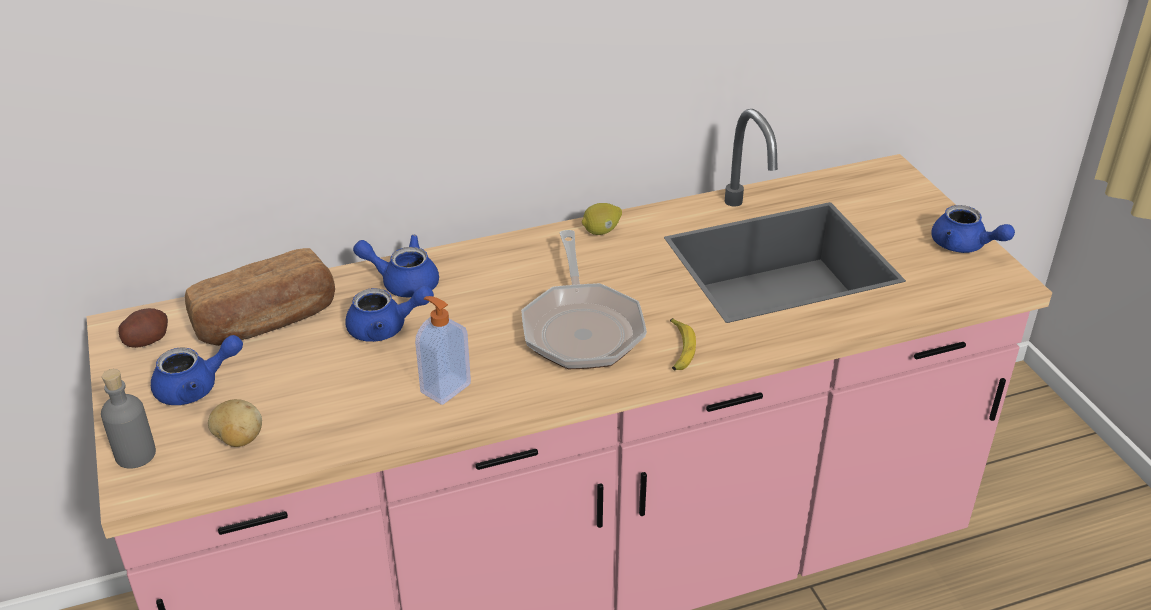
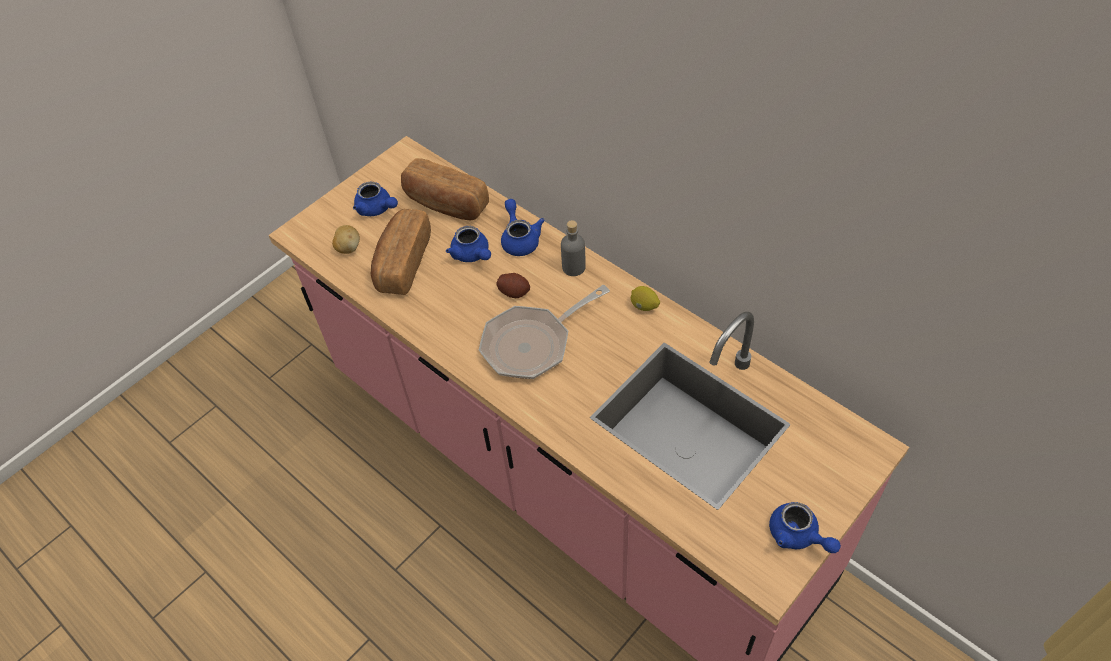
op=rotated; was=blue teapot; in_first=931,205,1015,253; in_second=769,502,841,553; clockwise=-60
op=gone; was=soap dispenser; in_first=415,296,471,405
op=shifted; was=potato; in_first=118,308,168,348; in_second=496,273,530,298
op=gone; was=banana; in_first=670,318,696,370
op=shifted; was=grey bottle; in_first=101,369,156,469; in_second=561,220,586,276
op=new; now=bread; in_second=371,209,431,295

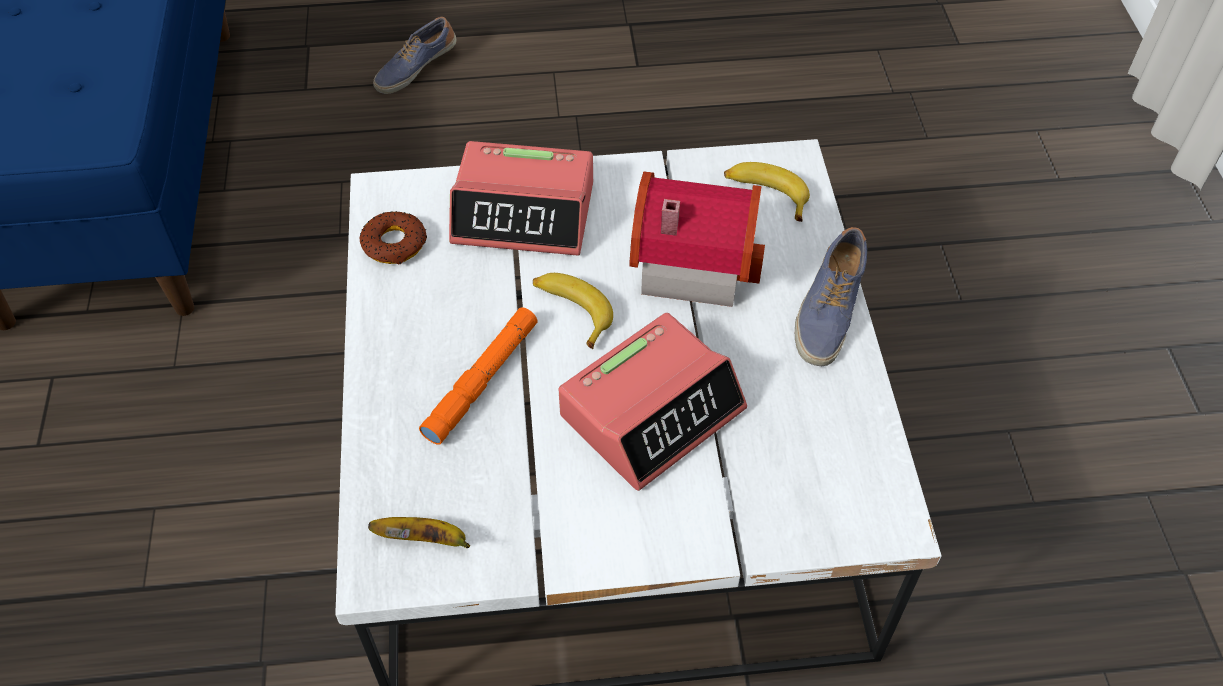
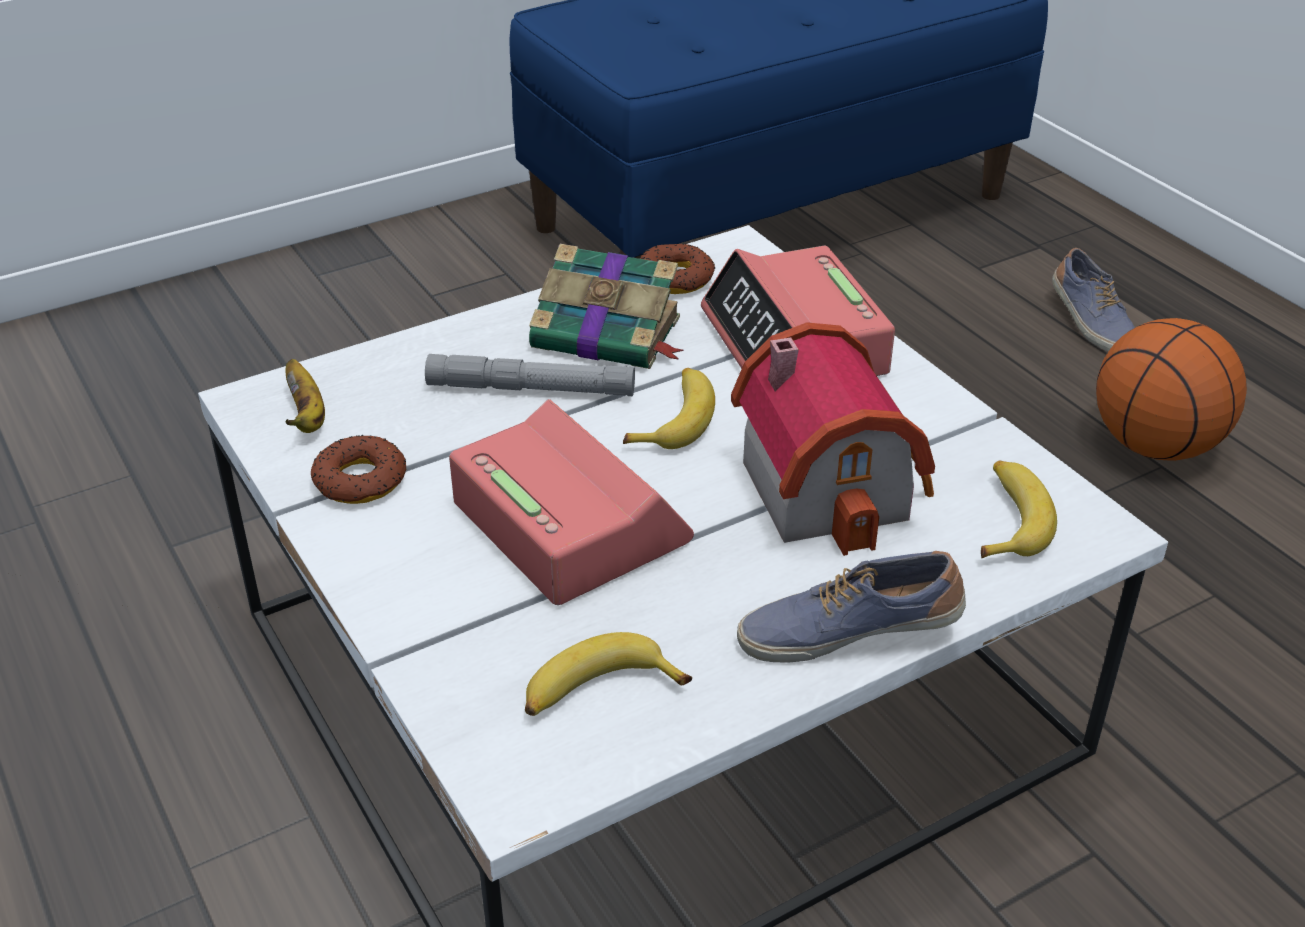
op=rotated; was=shoe; in_first=373,17,457,94; in_second=1052,248,1135,351; clockwise=-135
op=repainted; was=orange flashlight; now=grey flashlight; in_first=419,307,537,445; in_second=425,354,635,396
op=rotated; was=alarm clock; in_first=559,313,747,491; in_second=449,399,694,605; clockwise=-150
op=new; now=book; in_second=529,244,684,369
op=new; now=basketball; in_second=1096,318,1247,461
op=new; now=donut; in_second=311,435,406,504
op=new; now=banana; in_second=525,632,692,716

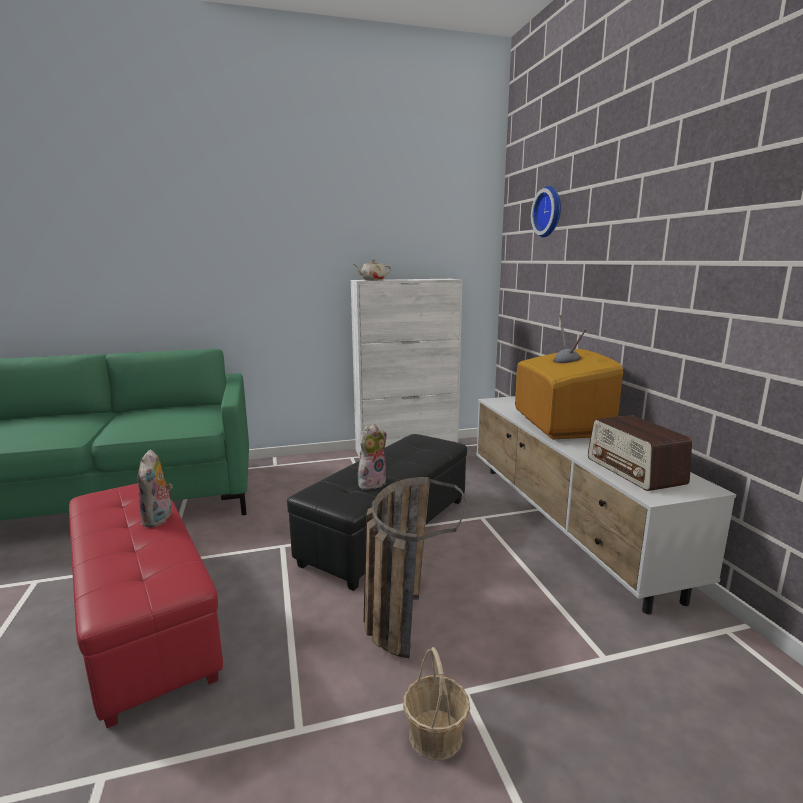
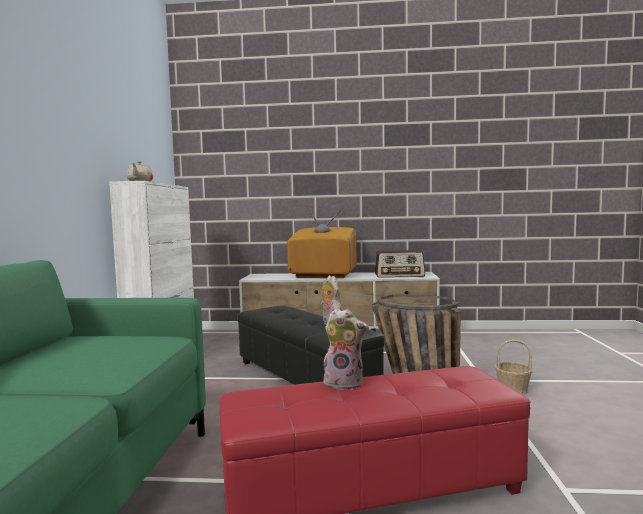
op=gone; was=wall clock; in_first=531,186,561,237

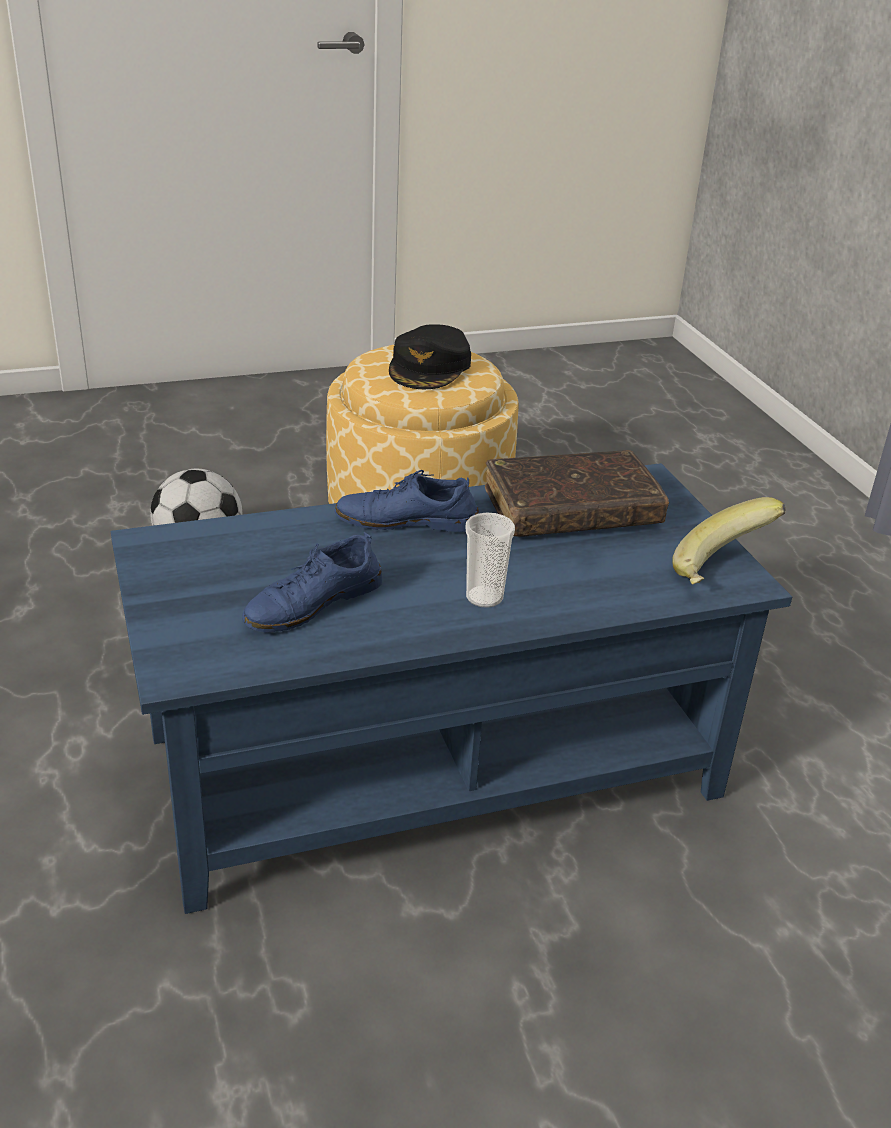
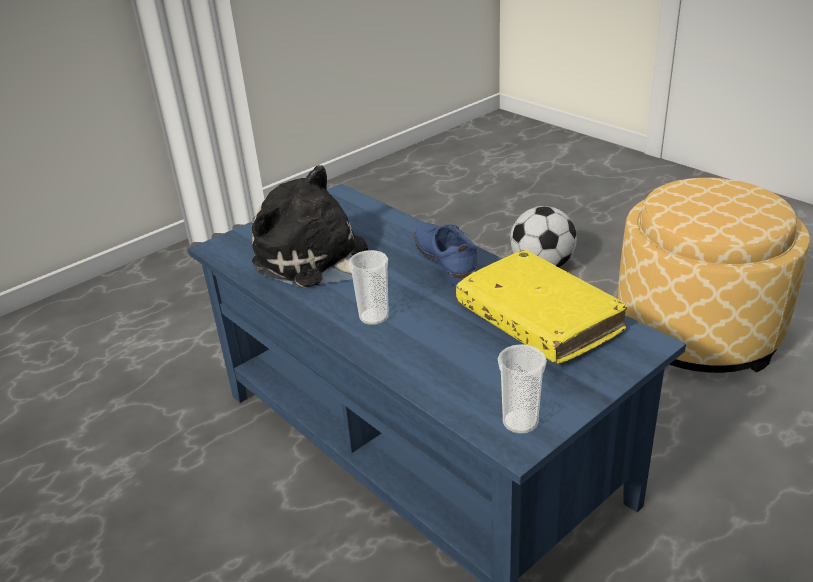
op=gone; was=black cap; in_first=389,324,471,389
op=repainted; was=brown book; now=yellow book; in_first=485,450,669,537; in_second=456,250,627,364
op=swapped; was=banana; now=cup; in_first=672,497,785,584; in_second=498,344,547,434
op=swapped; was=blue shoe; now=plush toy; in_first=242,532,382,632; in_second=252,165,368,288

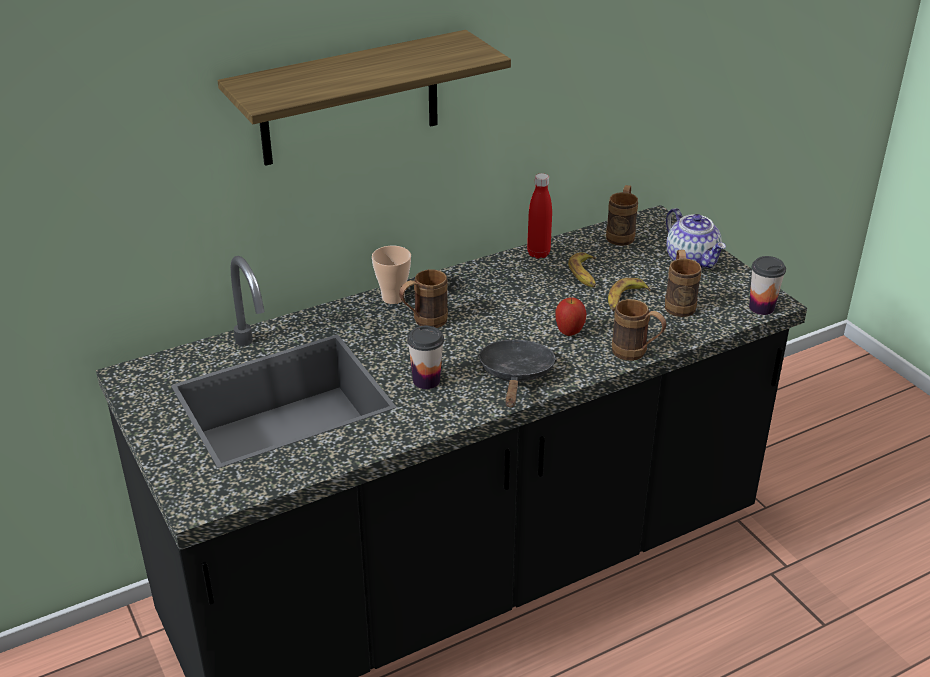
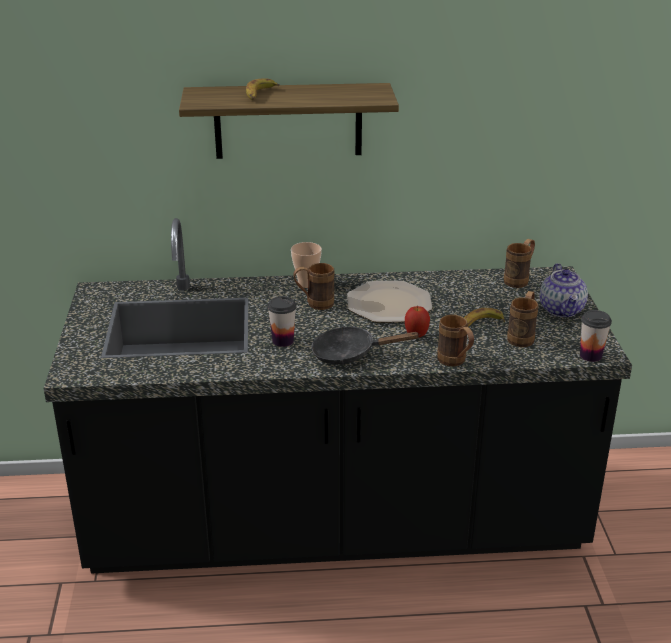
op=gone; was=red bottle; in_first=527,173,552,259
op=shifted; was=banana; in_first=568,252,596,287; in_second=246,78,280,100
op=rotated; was=black frying pan; in_first=478,340,557,407; in_second=311,326,420,365; clockwise=-120
op=new; now=plate; in_second=347,281,432,323

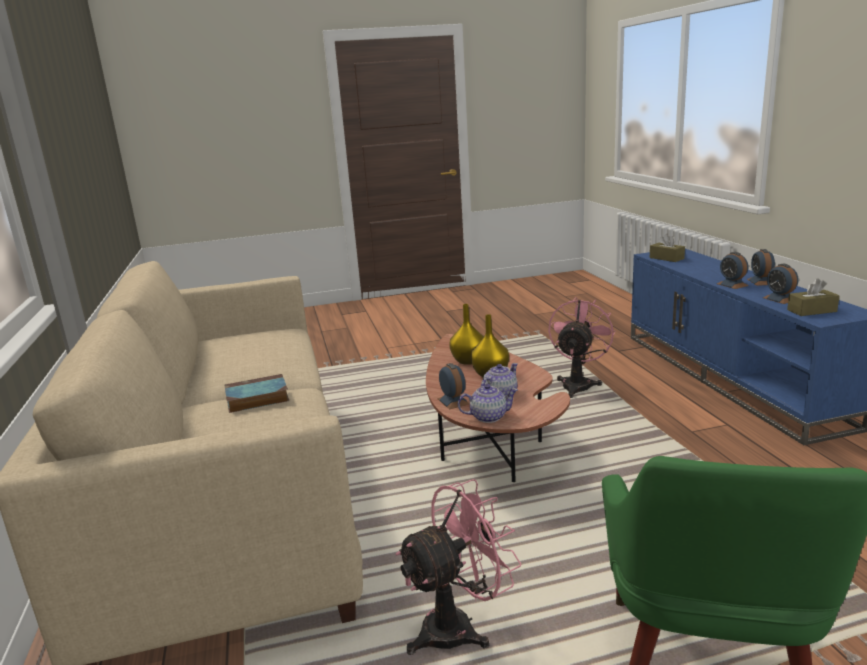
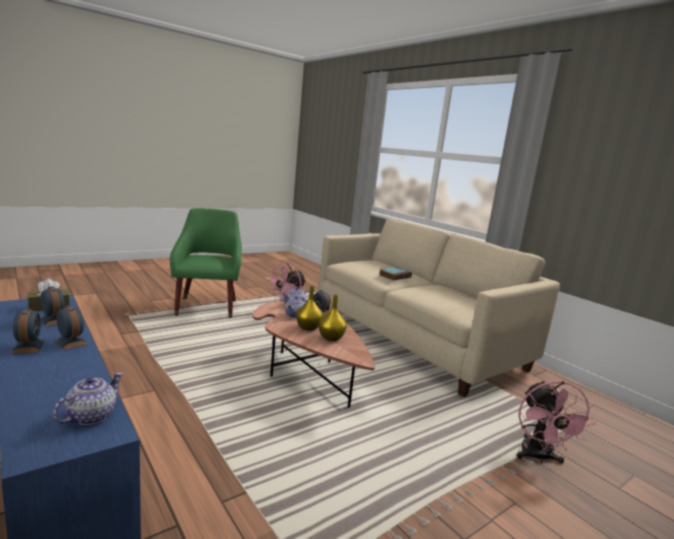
op=swapped; was=brown tissue box; now=teapot; in_first=650,234,685,262; in_second=53,372,123,425
op=shifted; was=pink fan; in_first=548,297,616,398; in_second=516,381,596,464

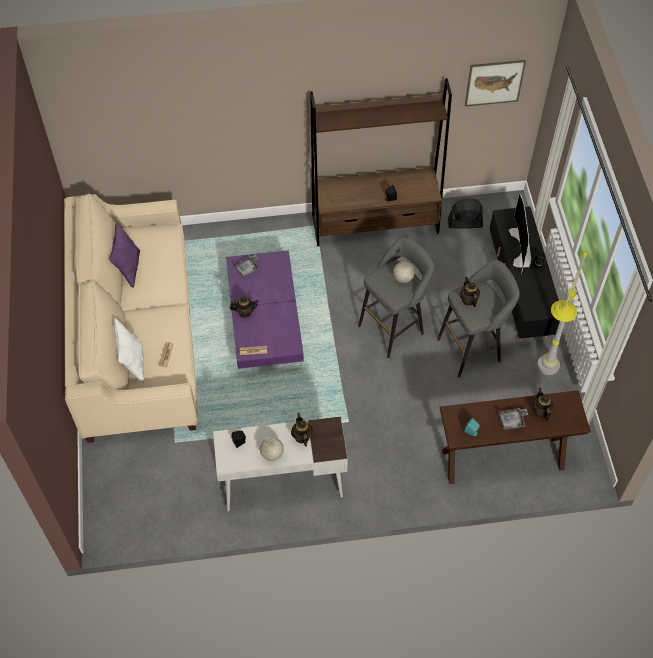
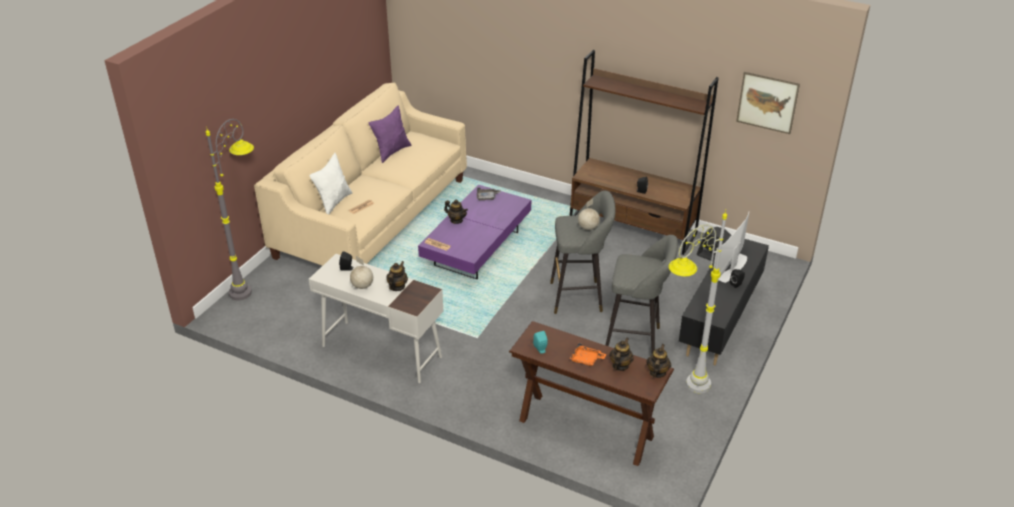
op=shifted; was=teapot; in_first=460,277,480,307; in_second=646,344,671,378
op=repainted; was=grey tray; now=orange tray; in_first=498,408,528,430; in_second=569,343,607,366
op=new; now=grey floor lamp; in_second=206,119,254,300

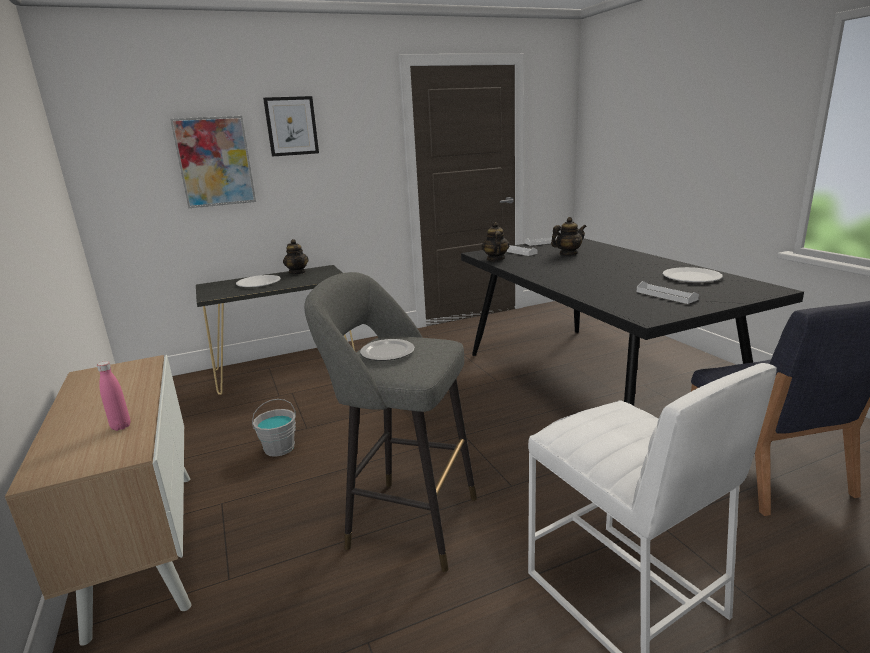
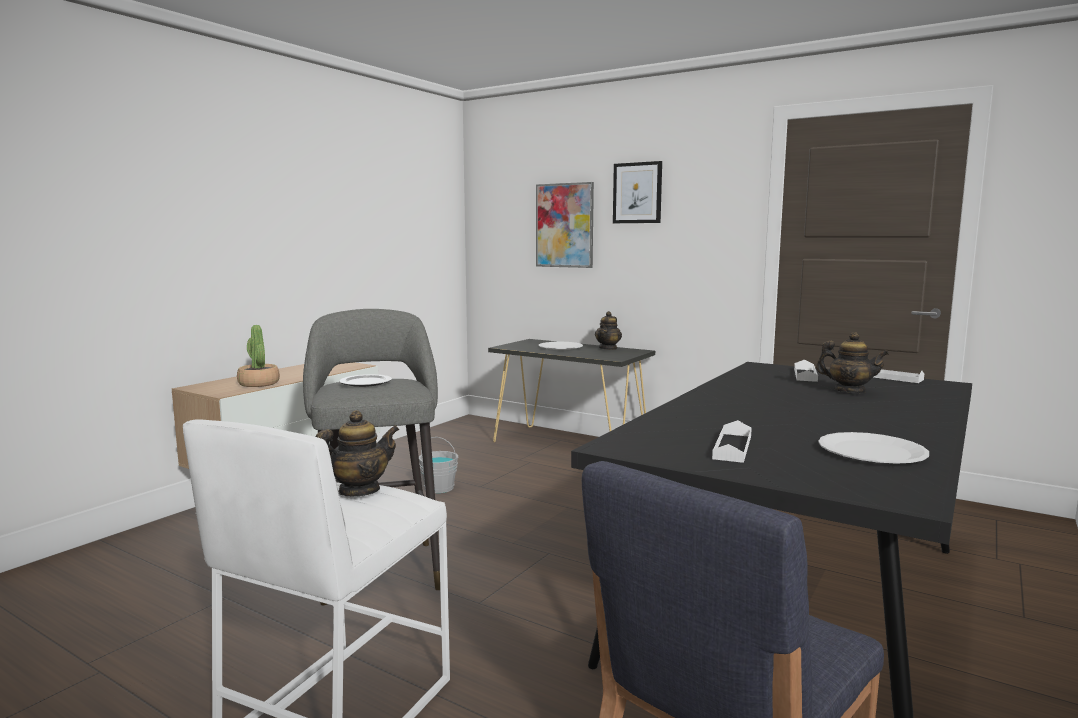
op=shifted; was=teapot; in_first=481,222,510,261; in_second=315,410,399,496
op=swapped; was=pink bottle; now=potted plant; in_first=97,361,131,431; in_second=237,325,280,387

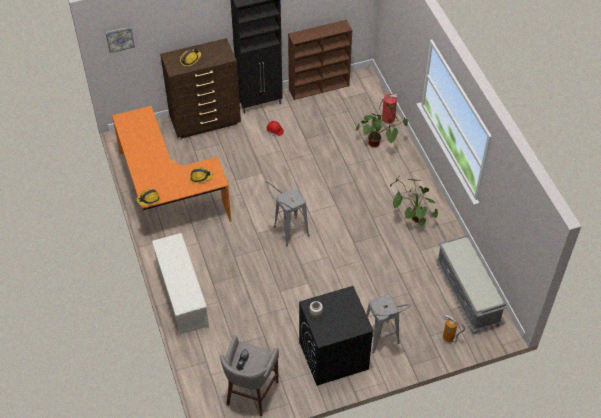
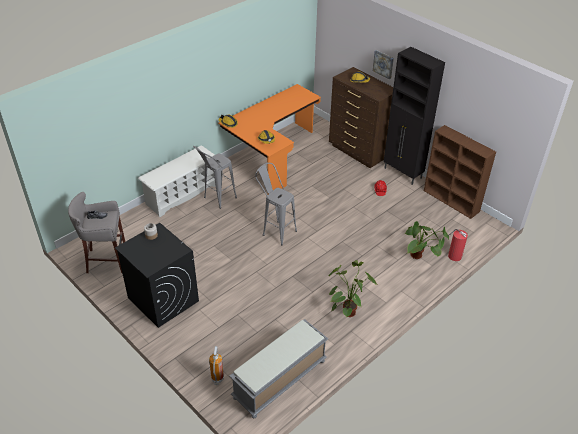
op=shifted; was=picture; in_first=105,26,135,53; in_second=373,50,394,79
op=shifted; was=grey stool; in_first=366,295,411,353; in_second=193,146,237,209

